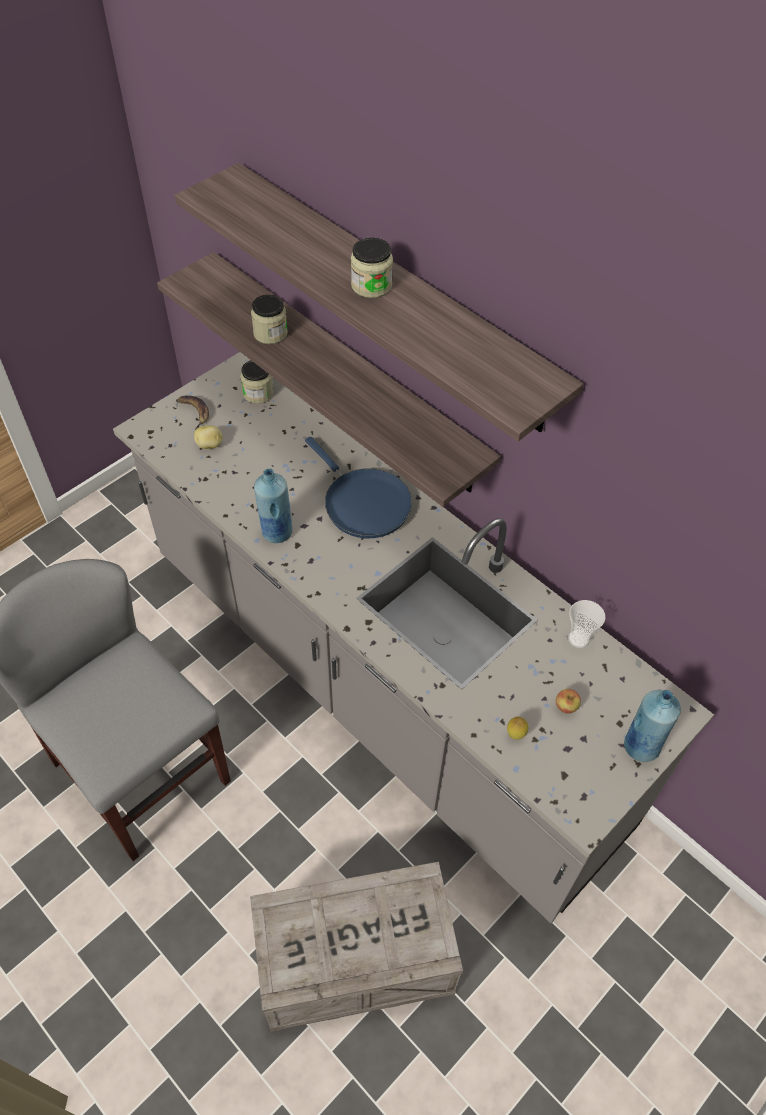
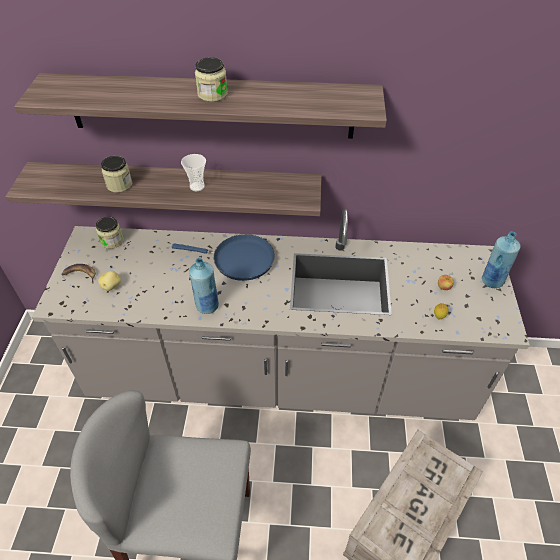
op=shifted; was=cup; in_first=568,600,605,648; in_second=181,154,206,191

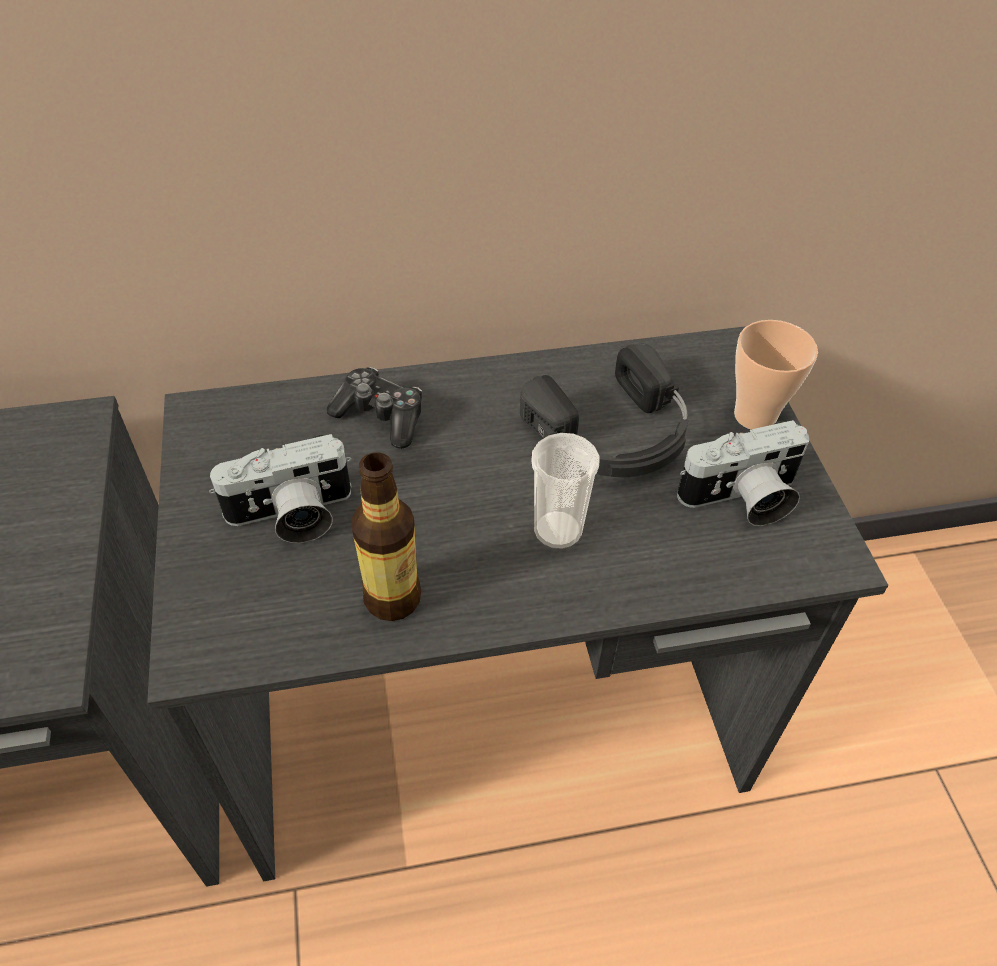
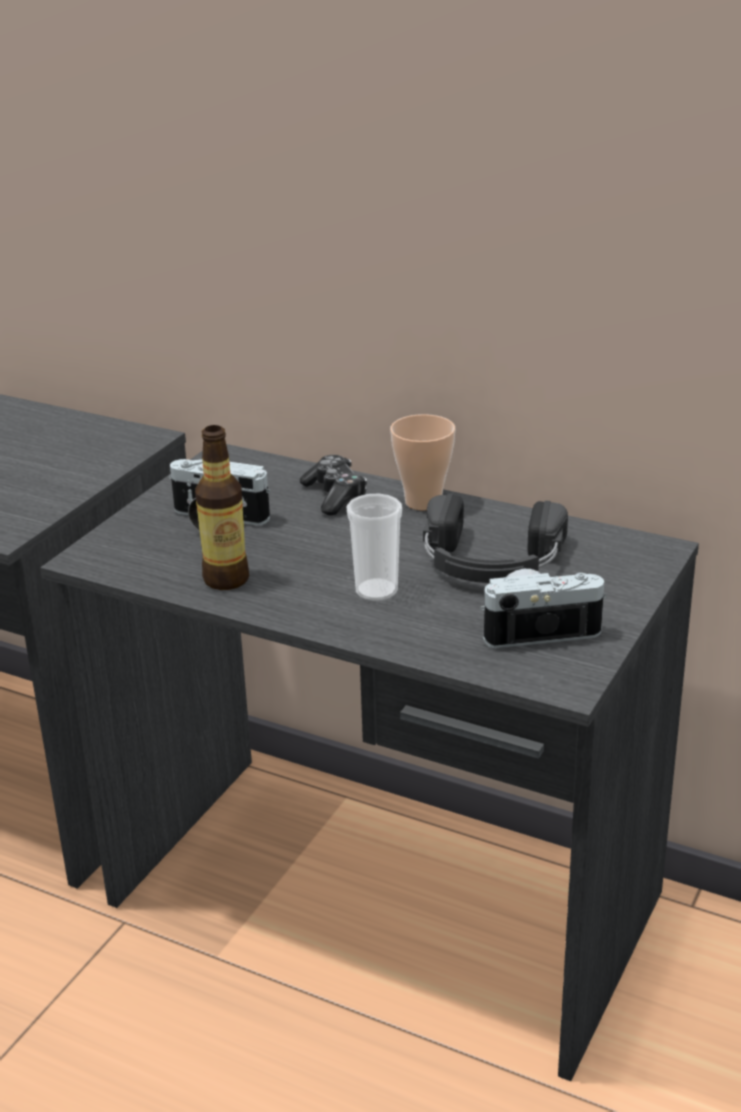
op=shifted; was=cup; in_first=734,320,818,430; in_second=390,414,455,510
op=rotated; was=photo camera; in_first=677,420,809,526; in_second=480,569,607,649; clockwise=150

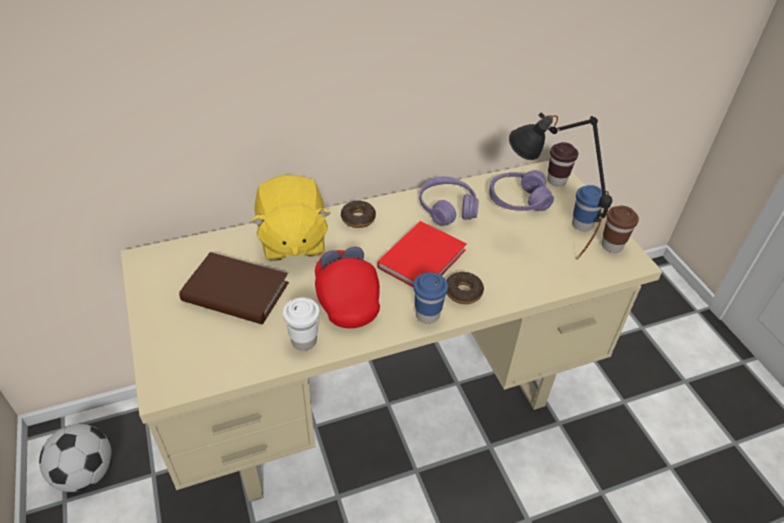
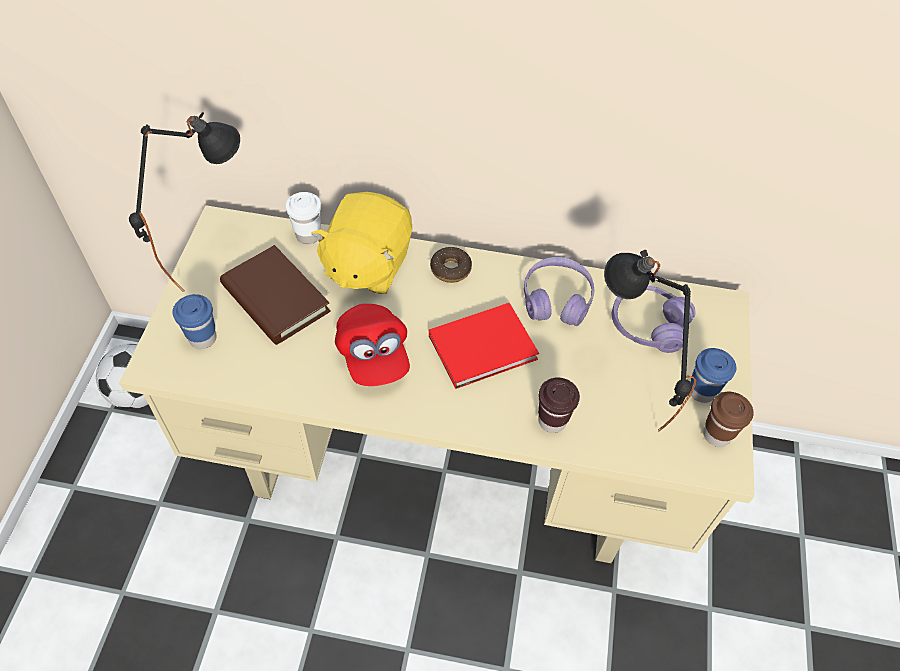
op=shifted; was=brown cup; in_first=547,142,578,186; in_second=538,378,580,433
op=rotated; was=red cap; in_first=315,247,380,328; in_second=335,304,410,386; clockwise=150
op=shifted; was=blue cup; in_first=413,272,448,324; in_second=173,294,217,349
op=gone; was=donut; in_first=447,272,484,304
op=shifted; was=white cup; in_first=283,297,320,351; in_second=286,192,321,244
op=new; now=black table lamp; in_second=129,112,240,292

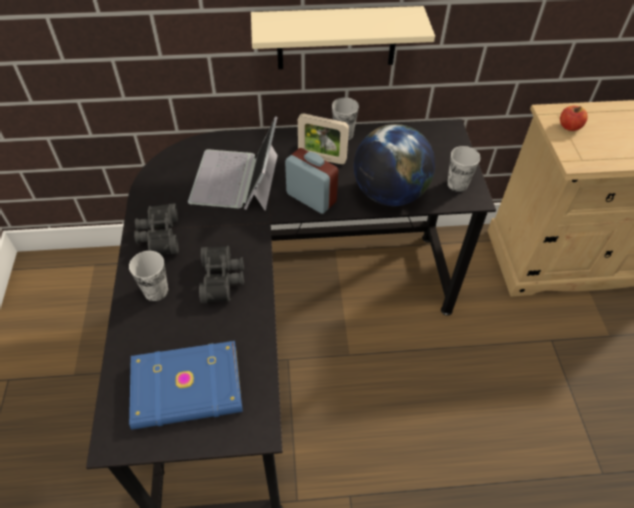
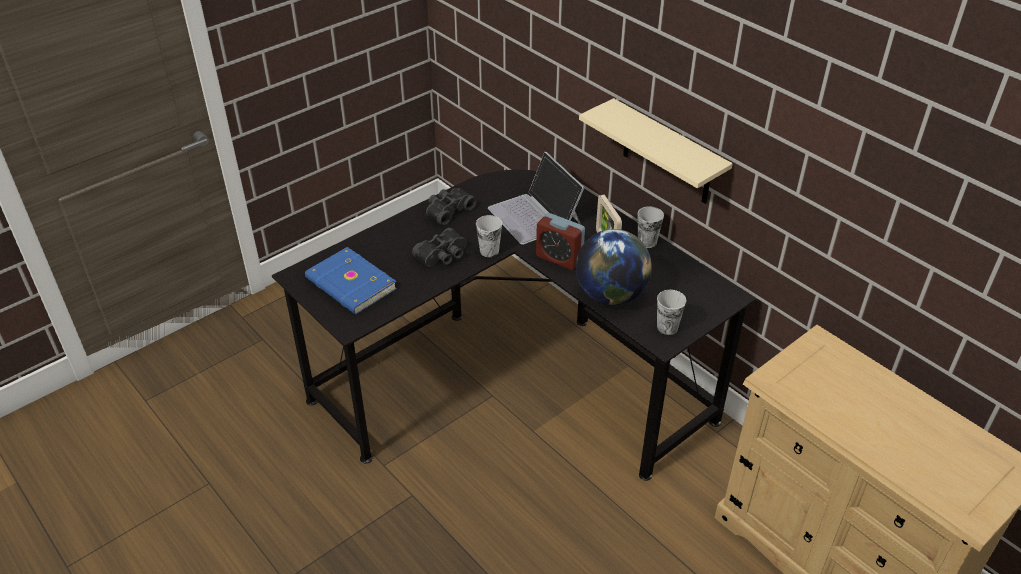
op=gone; was=apple; in_first=560,106,588,131
op=rotated; was=laptop; in_first=188,116,278,211; in_second=488,152,585,245; clockwise=-90
op=rotated; was=alarm clock; in_first=285,148,338,214; in_second=536,213,585,270; clockwise=120
op=shifted; was=cup; in_first=129,251,168,301; in_second=476,215,502,257

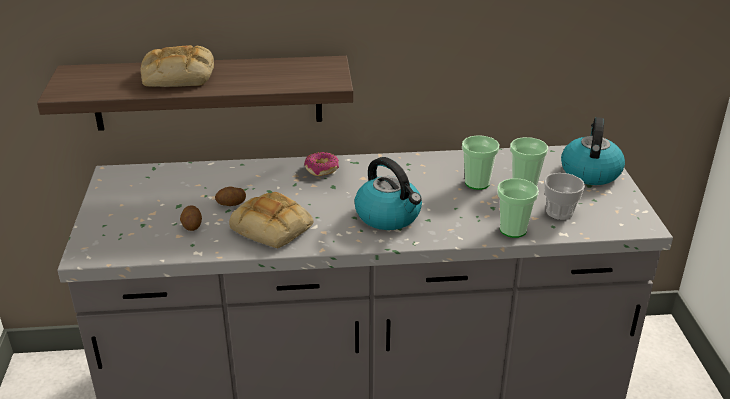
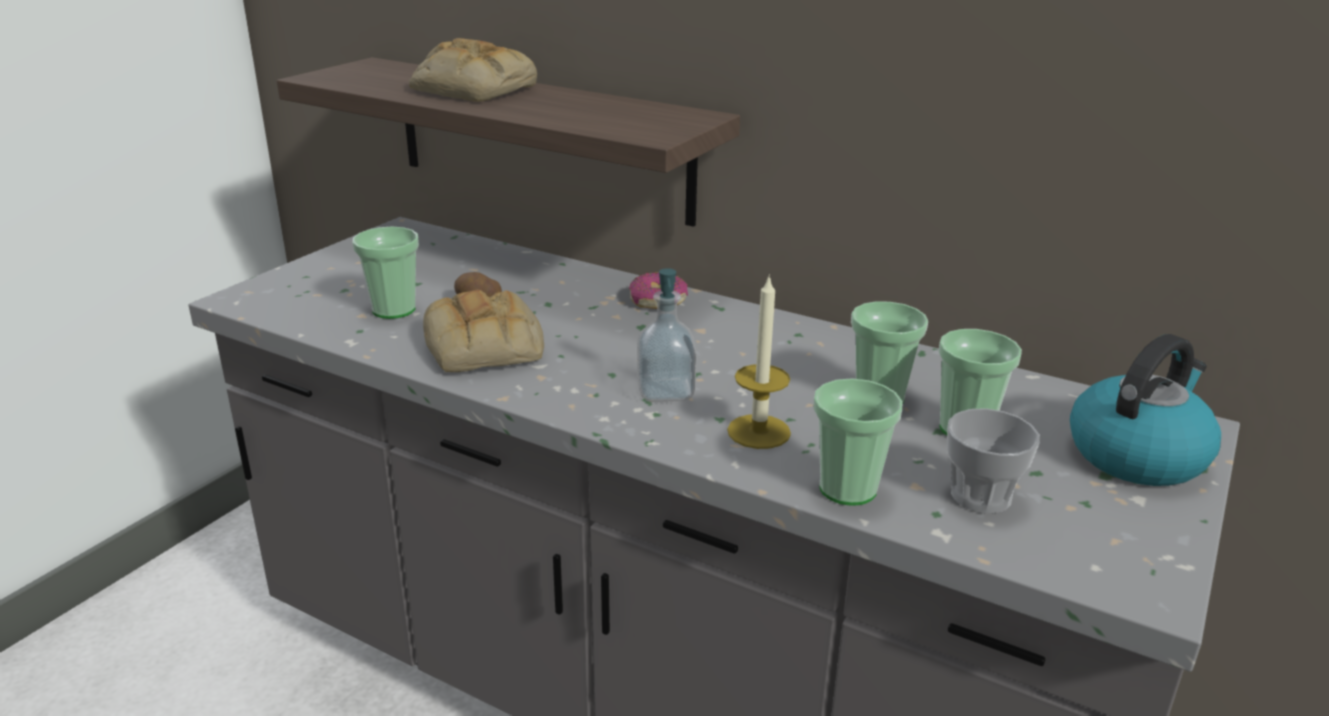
op=swapped; was=kettle; now=soap dispenser; in_first=355,157,422,230; in_second=637,268,697,402
op=swapped; was=potato; now=cup; in_first=180,205,202,231; in_second=352,227,419,319
op=new; now=candle; in_second=727,274,791,449

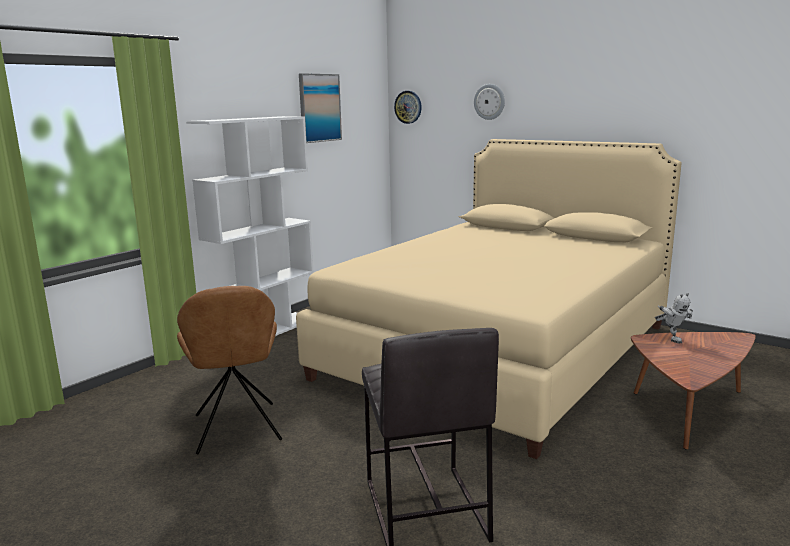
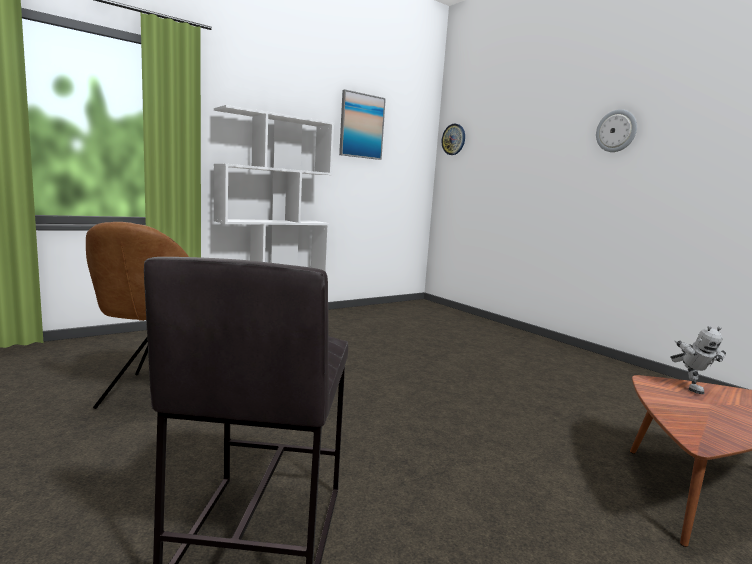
op=shifted; was=wall clock; in_first=474,84,505,120; in_second=596,109,637,152
op=gone; was=beige bed; in_first=296,139,682,459

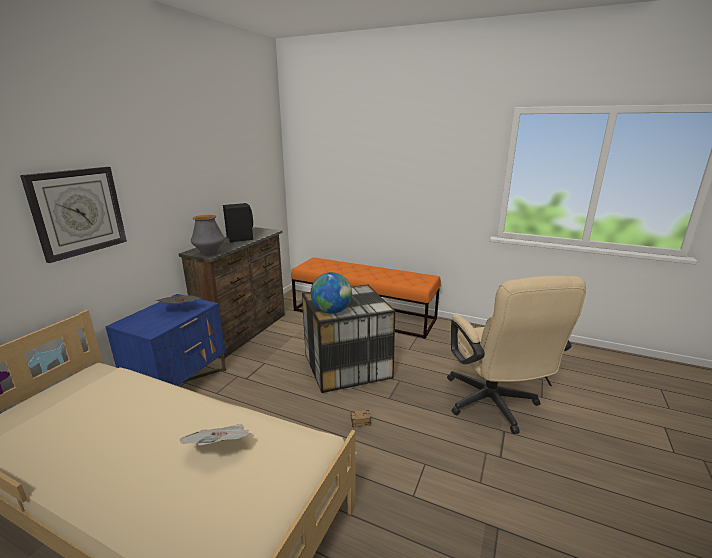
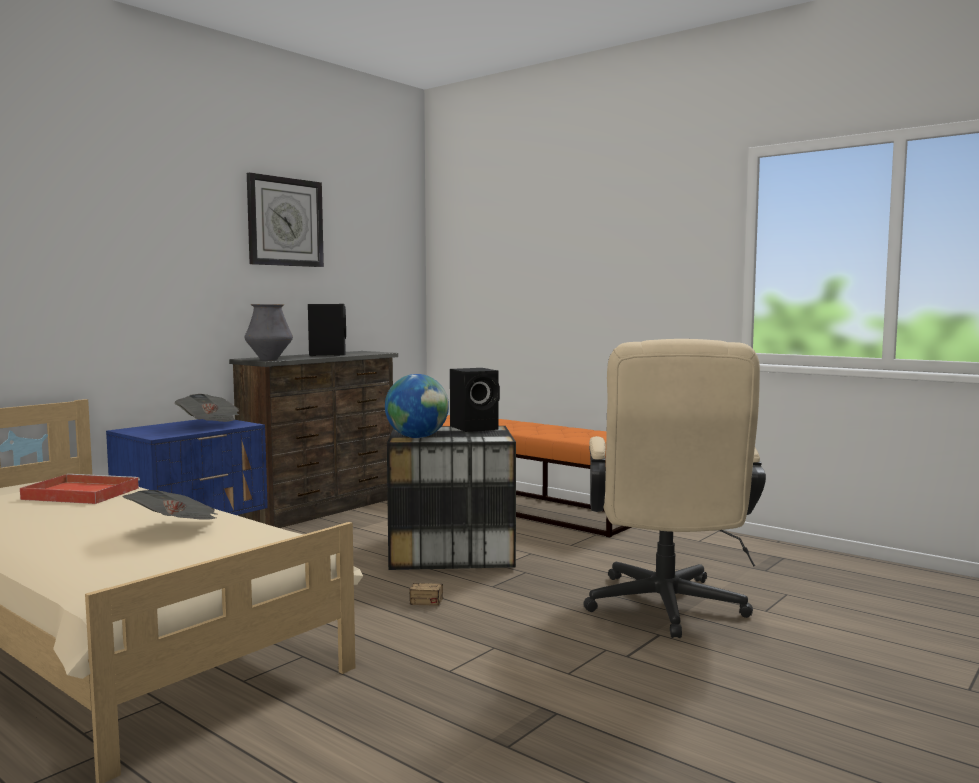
op=shifted; was=wall clock; in_first=20,167,127,263; in_second=247,172,324,267
op=new; now=black speaker; in_second=450,368,500,432
op=new; now=red tray; in_second=20,474,140,504

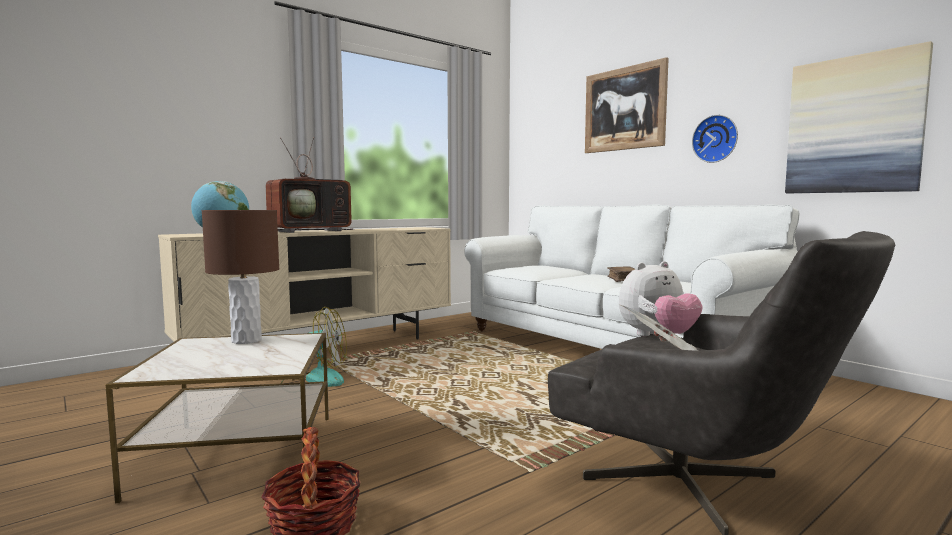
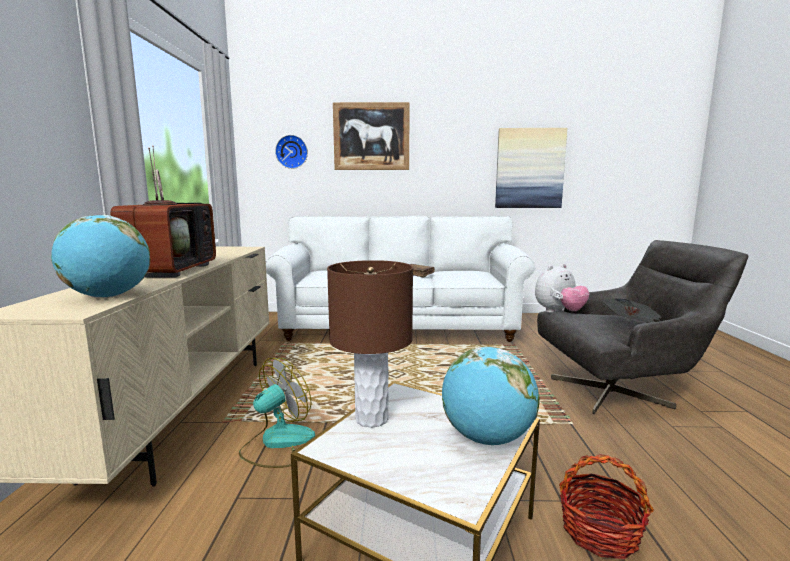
op=shifted; was=wall clock; in_first=692,115,738,163; in_second=275,135,308,169
op=rotated; was=plush toy; in_first=619,261,703,336; in_second=535,264,590,313; clockwise=45
op=new; now=globe; in_second=442,347,540,445

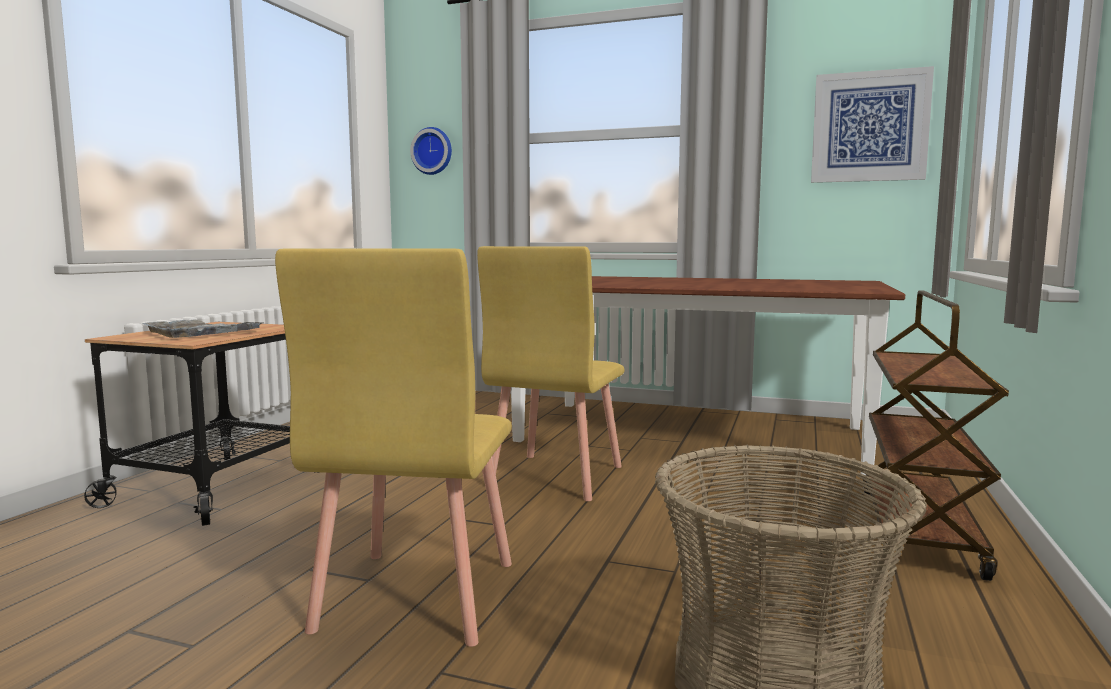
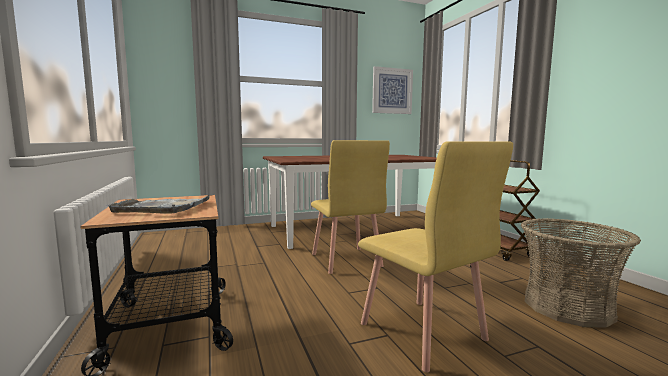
op=gone; was=wall clock; in_first=410,127,452,175

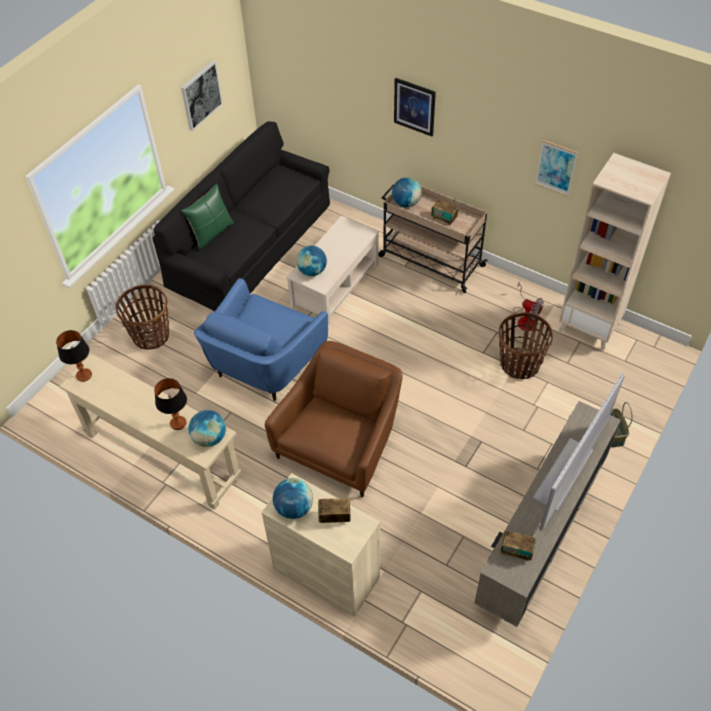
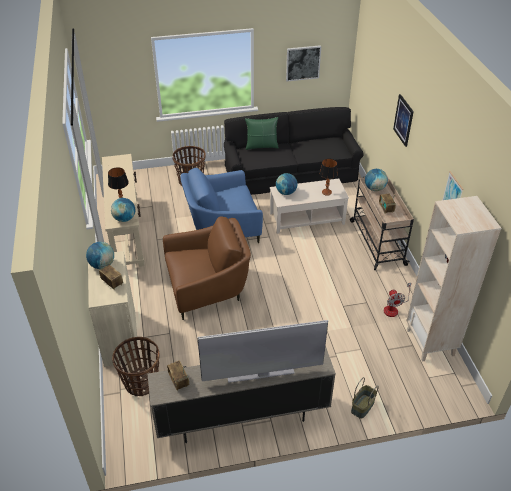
op=shifted; was=basket; in_first=499,312,553,379; in_second=112,337,160,396
op=shifted; was=table lamp; in_first=56,330,92,382; in_second=319,159,338,196

